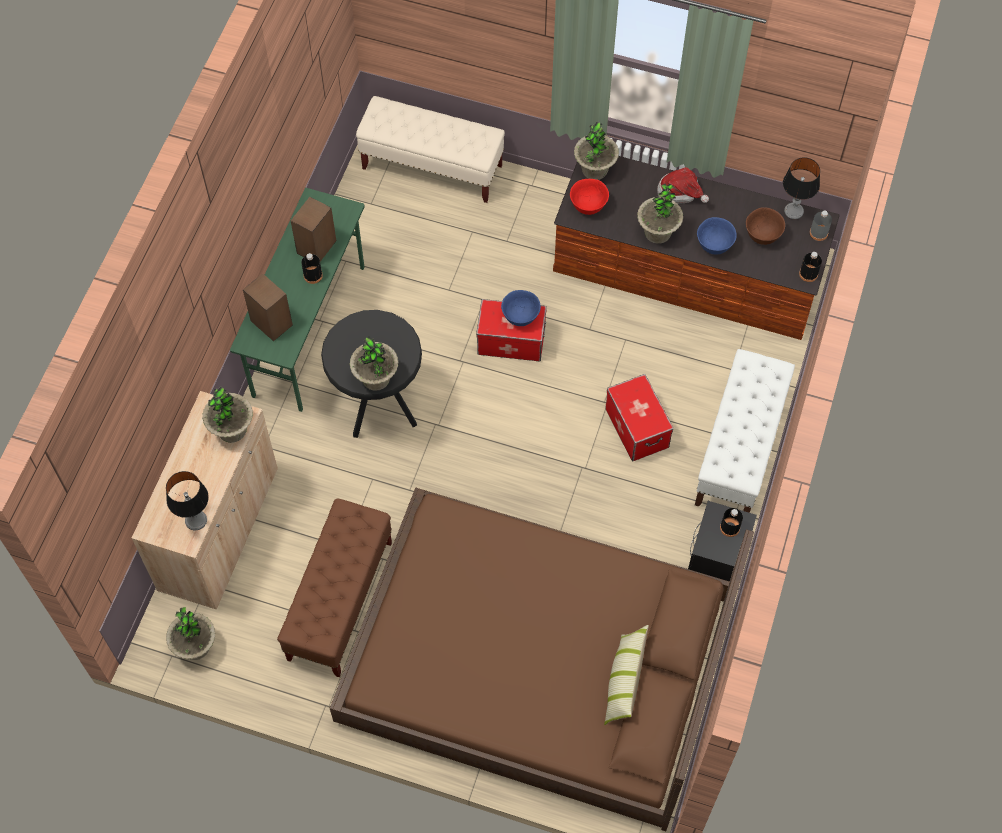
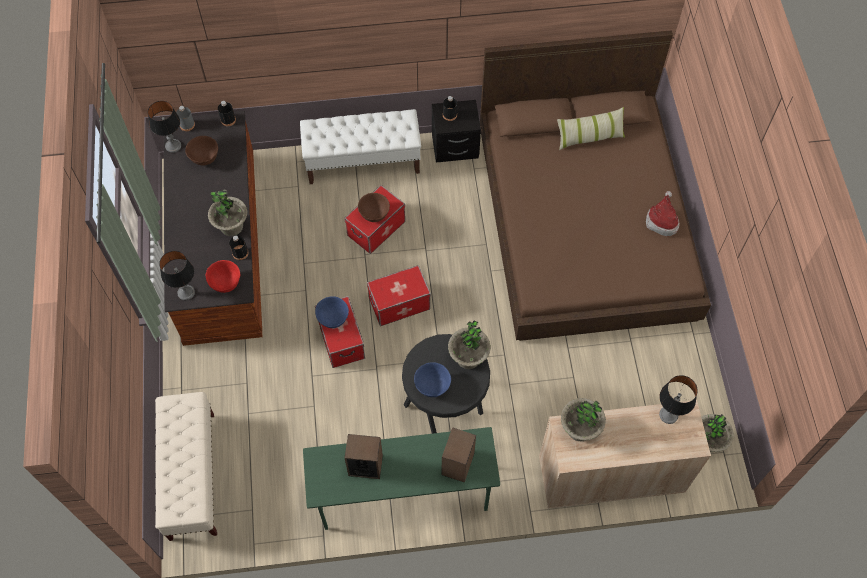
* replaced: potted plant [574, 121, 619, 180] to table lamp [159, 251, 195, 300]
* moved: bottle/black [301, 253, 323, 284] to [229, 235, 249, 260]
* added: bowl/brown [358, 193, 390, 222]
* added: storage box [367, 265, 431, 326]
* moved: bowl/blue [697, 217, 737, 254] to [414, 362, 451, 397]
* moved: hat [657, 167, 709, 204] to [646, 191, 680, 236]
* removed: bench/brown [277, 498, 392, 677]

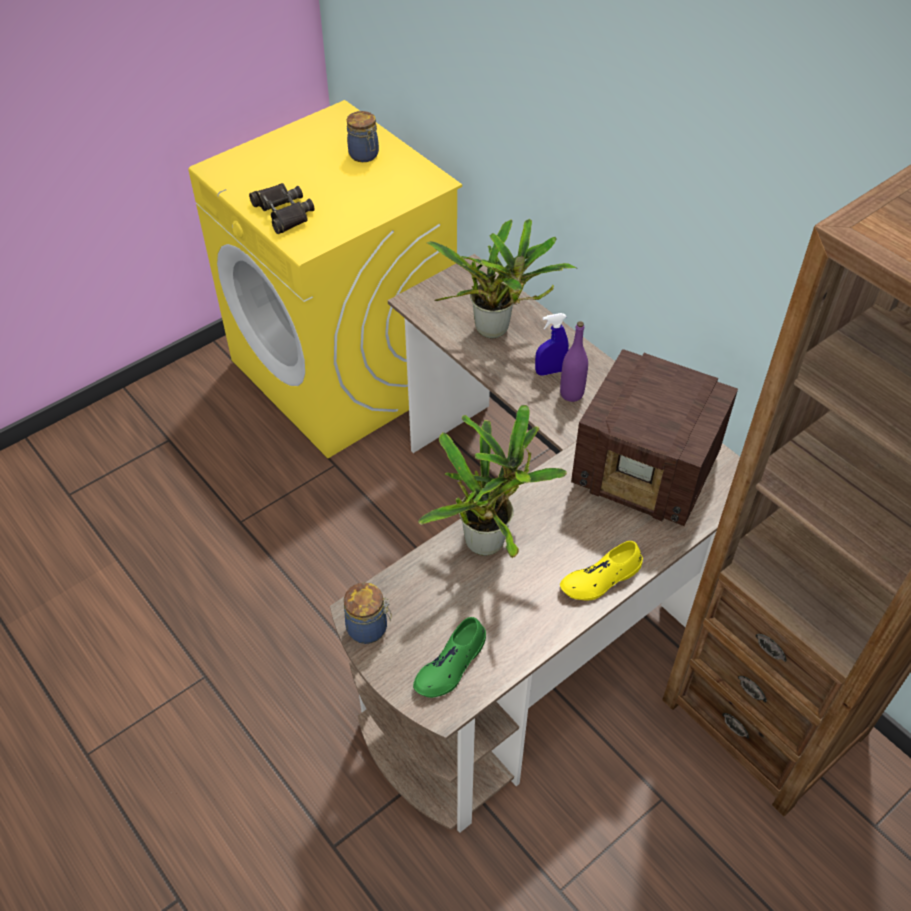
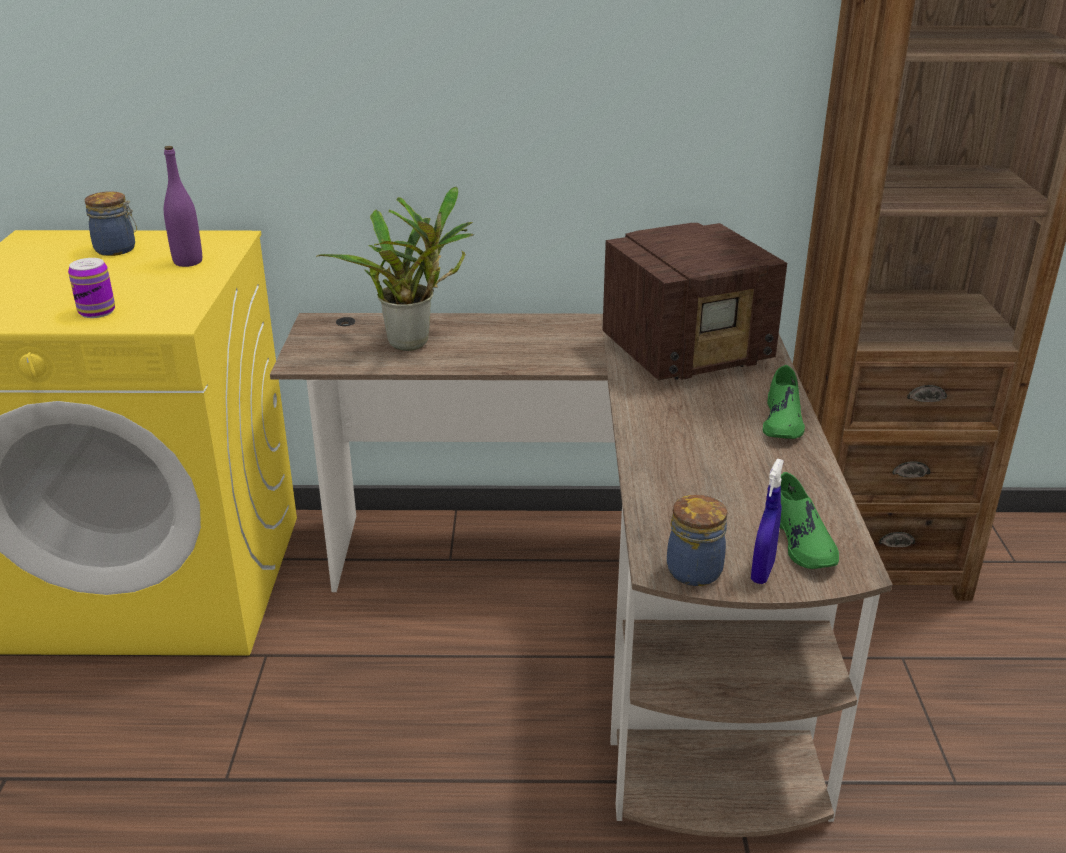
* replaced: binoculars/black [249, 183, 315, 234] to can [68, 258, 115, 318]
* moved: bottle/purple [560, 321, 588, 402] to [164, 146, 202, 267]
* moved: spray bottle/blue [535, 313, 569, 376] to [751, 459, 784, 584]
* recoloured: shoe/yellow [560, 541, 643, 600] to shoe/green [763, 365, 805, 439]
* removed: potted plant [418, 405, 567, 558]

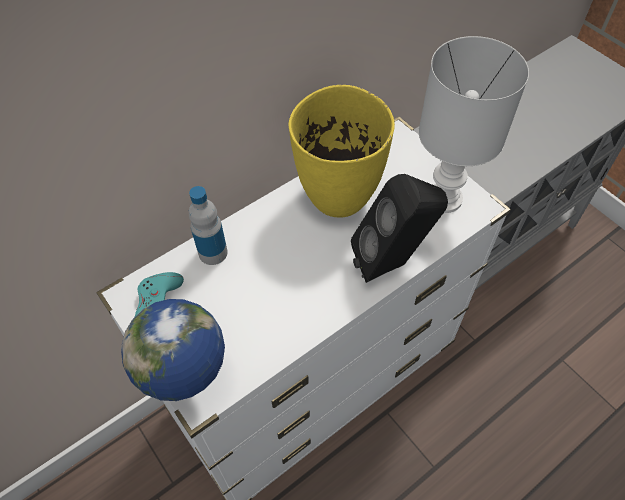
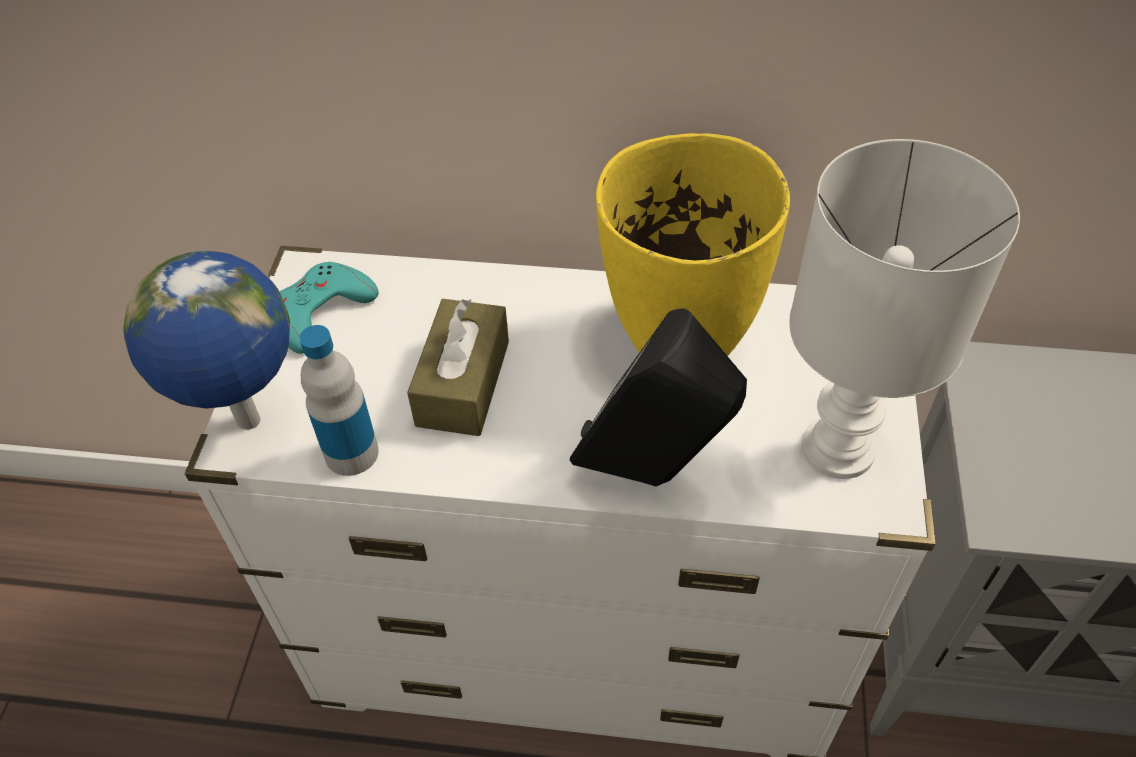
* moved: bottle [189, 186, 228, 265] to [299, 325, 379, 476]
* added: tissue box/brown [407, 299, 509, 436]

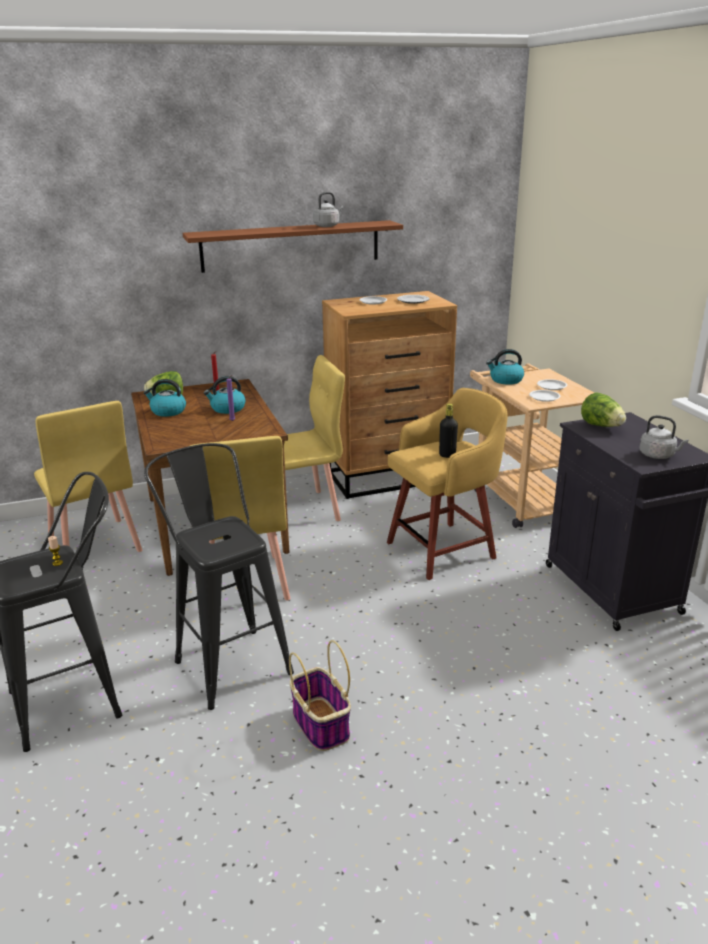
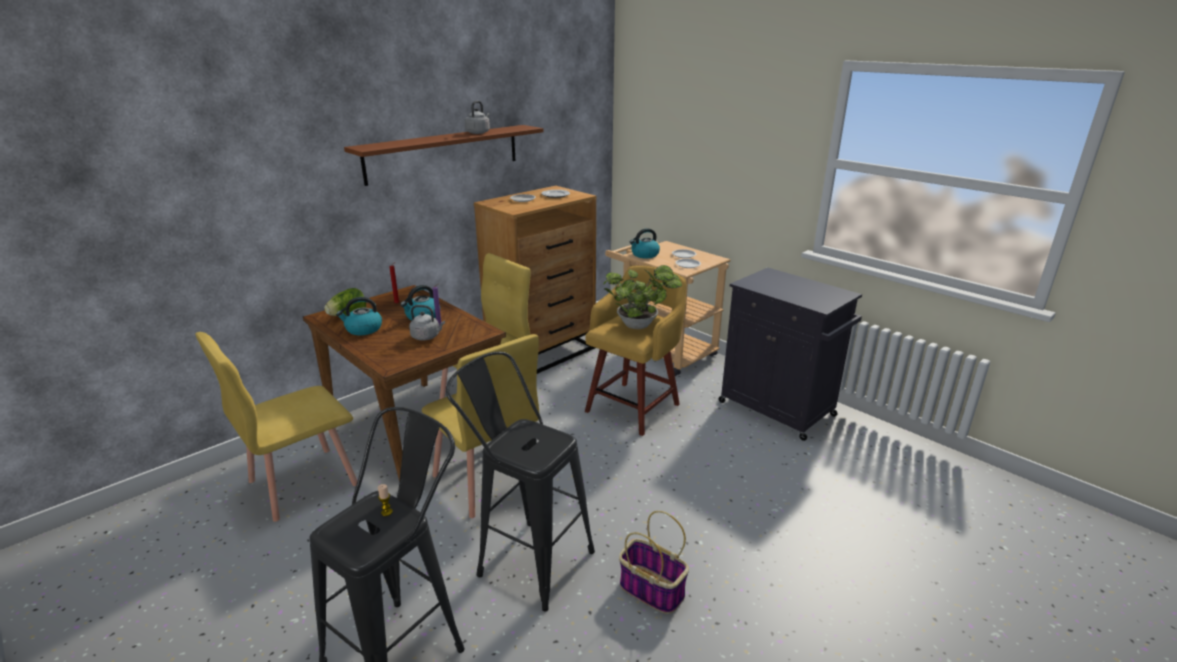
* turned: chair/yellow [34, 401, 142, 552] = [195, 332, 357, 522] 105 degrees clockwise
* moved: kettle/grey [639, 415, 689, 459] to [409, 305, 445, 340]
* replaced: bottle/black [439, 404, 458, 458] to potted plant [603, 265, 682, 329]
* removed: lettuce [581, 392, 626, 427]

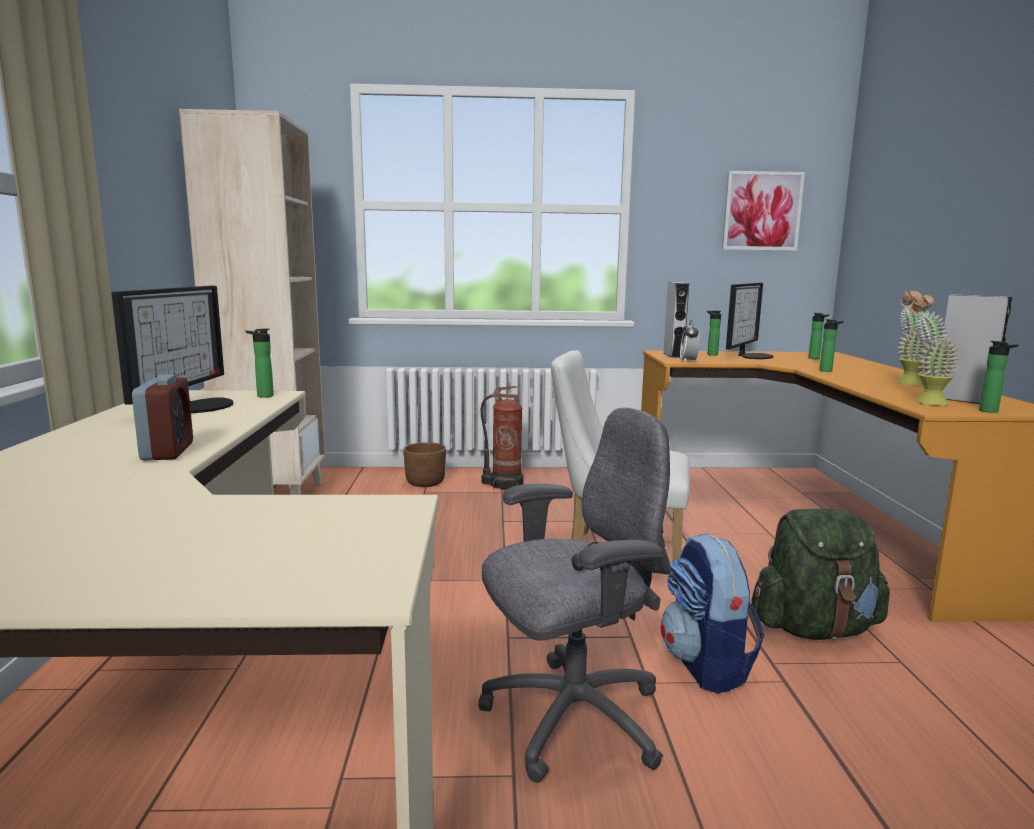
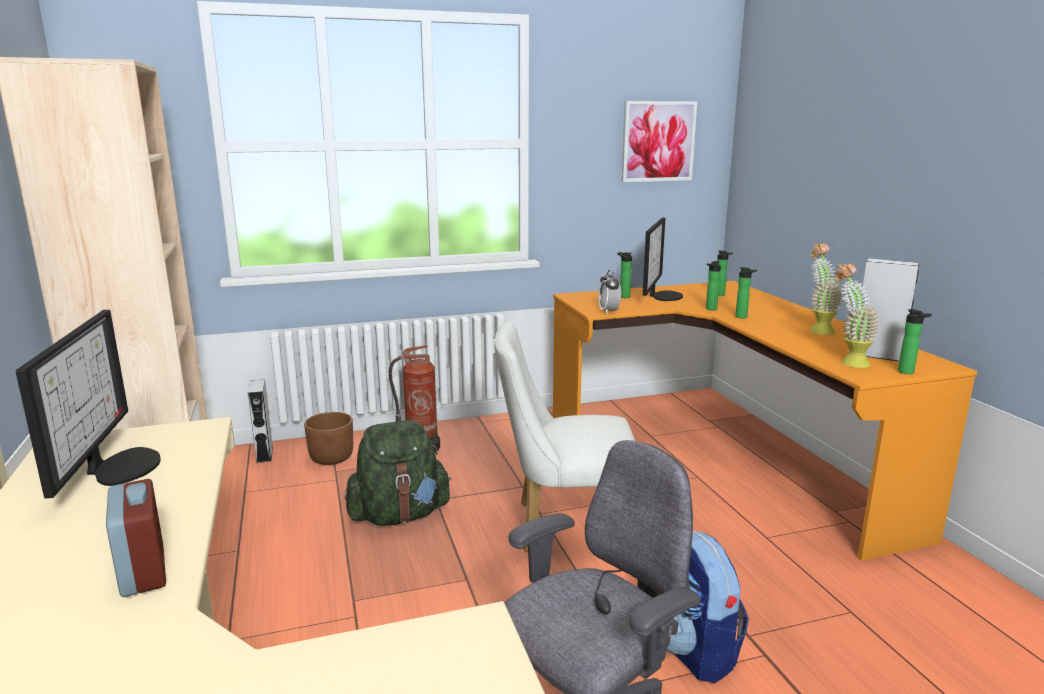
* moved: speaker/grey [663, 282, 689, 358] to [248, 379, 273, 463]
* moved: backpack/green [751, 509, 890, 640] to [345, 420, 451, 526]
* moved: bottle [245, 329, 274, 398] to [706, 261, 721, 310]

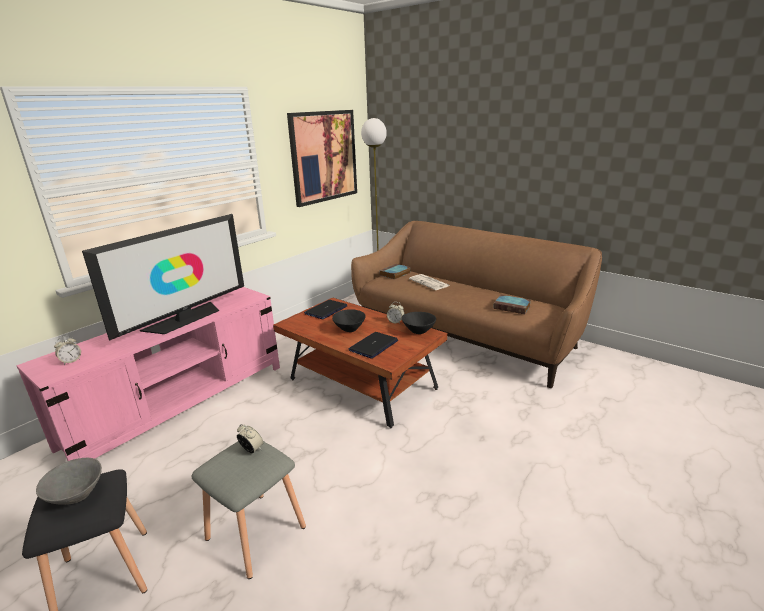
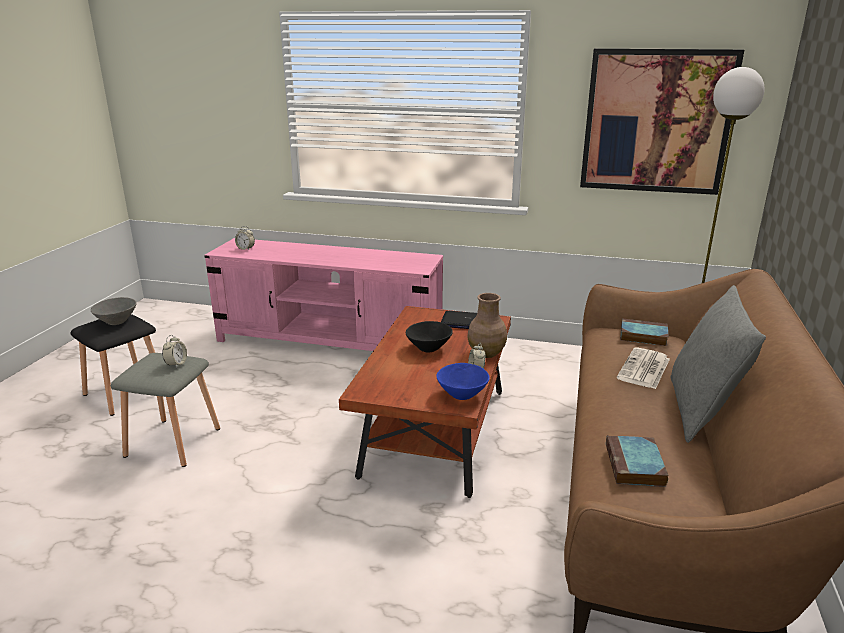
* recoloured: bowl/black [402, 312, 436, 334] to bowl/blue [437, 363, 490, 400]
* added: vase/brown [467, 293, 507, 358]
* added: pillow/grey [670, 285, 766, 443]
* removed: television [82, 214, 244, 340]
* removed: laptop [348, 332, 398, 359]

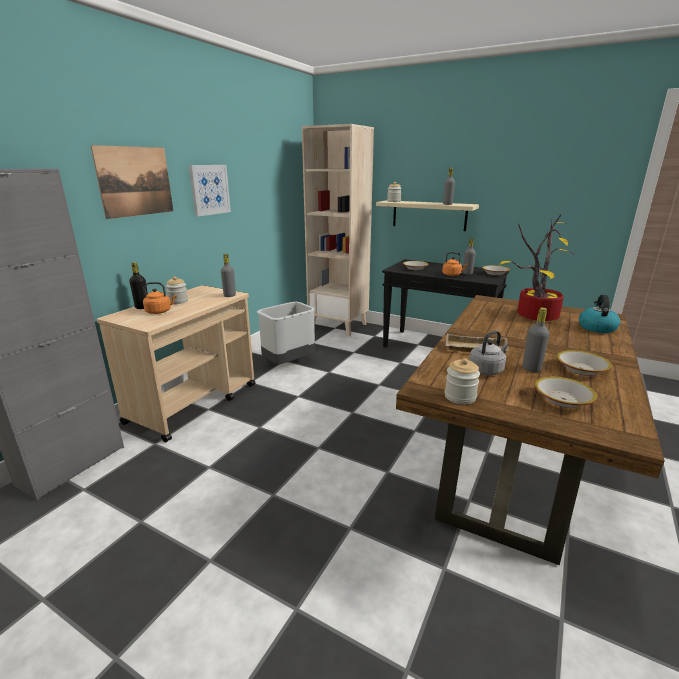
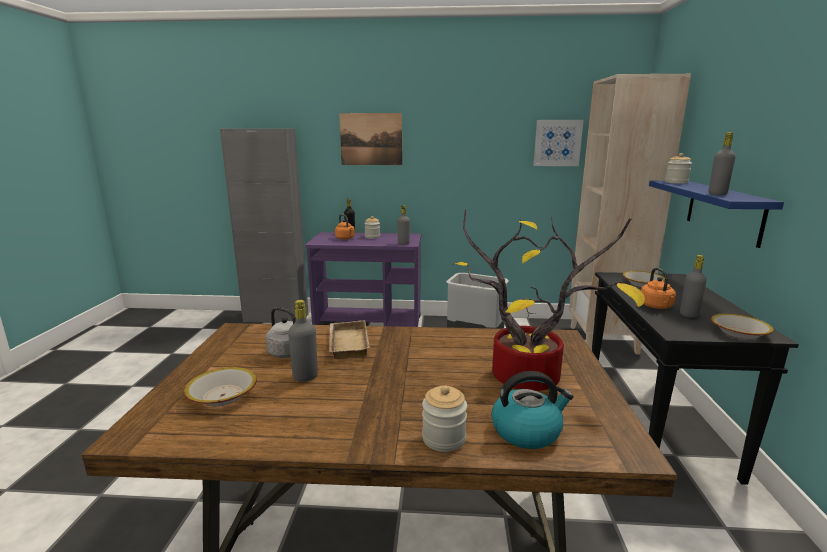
* recoloured: cart/beige [97, 285, 255, 443] to cart/purple [305, 232, 421, 327]
* moved: jar [445, 358, 480, 404] to [422, 385, 467, 452]
* moved: picture [189, 165, 231, 217] to [533, 120, 583, 166]
* recoloured: shelf/beige [376, 200, 479, 231] to shelf/blue [649, 181, 784, 248]
* removed: bowl [556, 350, 612, 376]

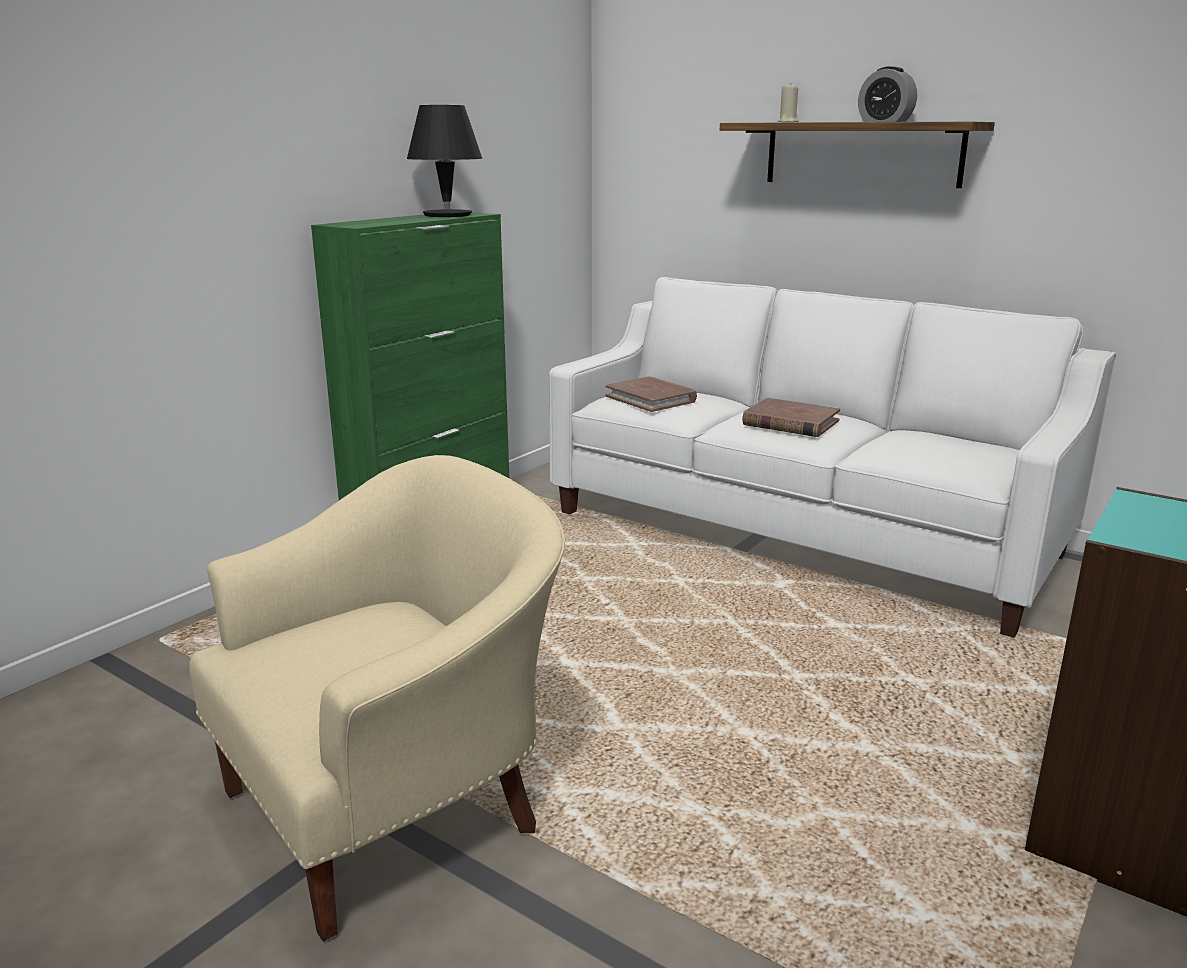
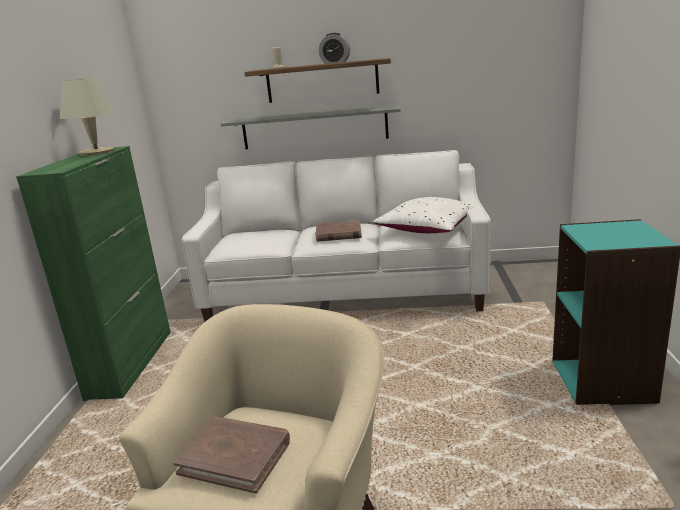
* recoloured: table lamp/black [407, 105, 482, 217] to table lamp/beige [60, 78, 115, 156]
* moved: book/brown [605, 376, 697, 412] to [173, 416, 290, 493]
* added: shelf/grey [220, 105, 400, 149]
* added: pillow/white [373, 197, 477, 233]

